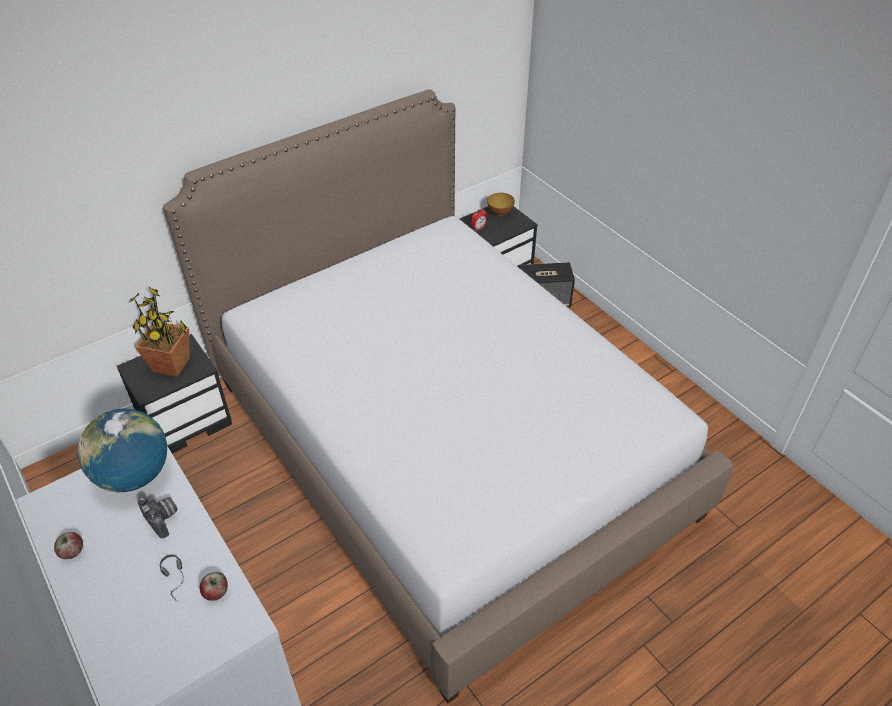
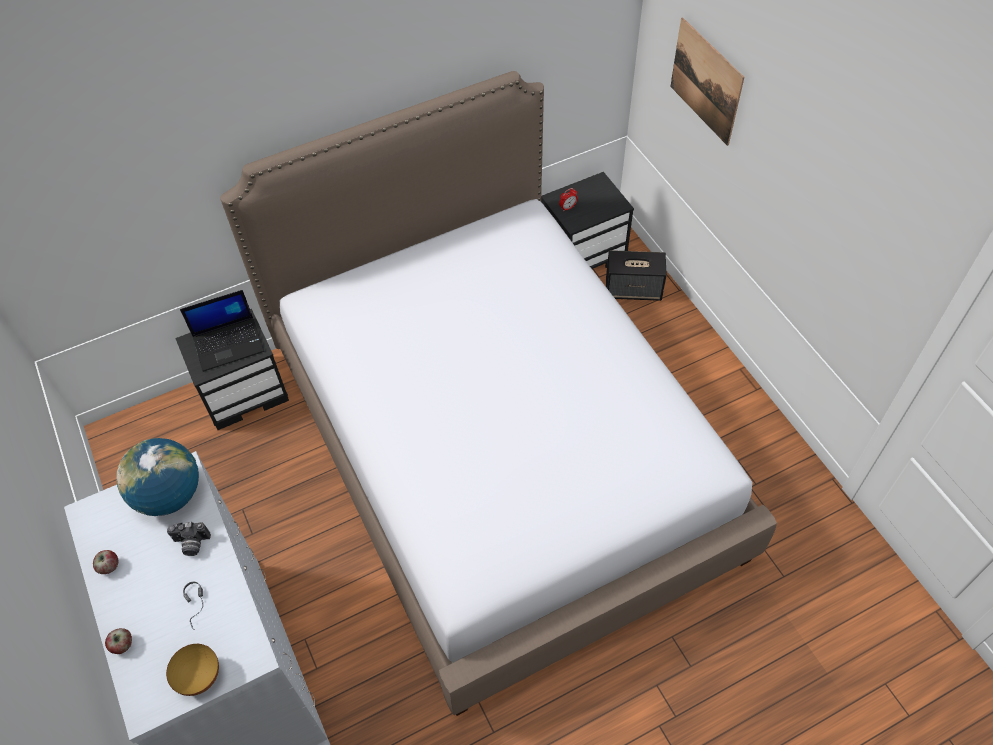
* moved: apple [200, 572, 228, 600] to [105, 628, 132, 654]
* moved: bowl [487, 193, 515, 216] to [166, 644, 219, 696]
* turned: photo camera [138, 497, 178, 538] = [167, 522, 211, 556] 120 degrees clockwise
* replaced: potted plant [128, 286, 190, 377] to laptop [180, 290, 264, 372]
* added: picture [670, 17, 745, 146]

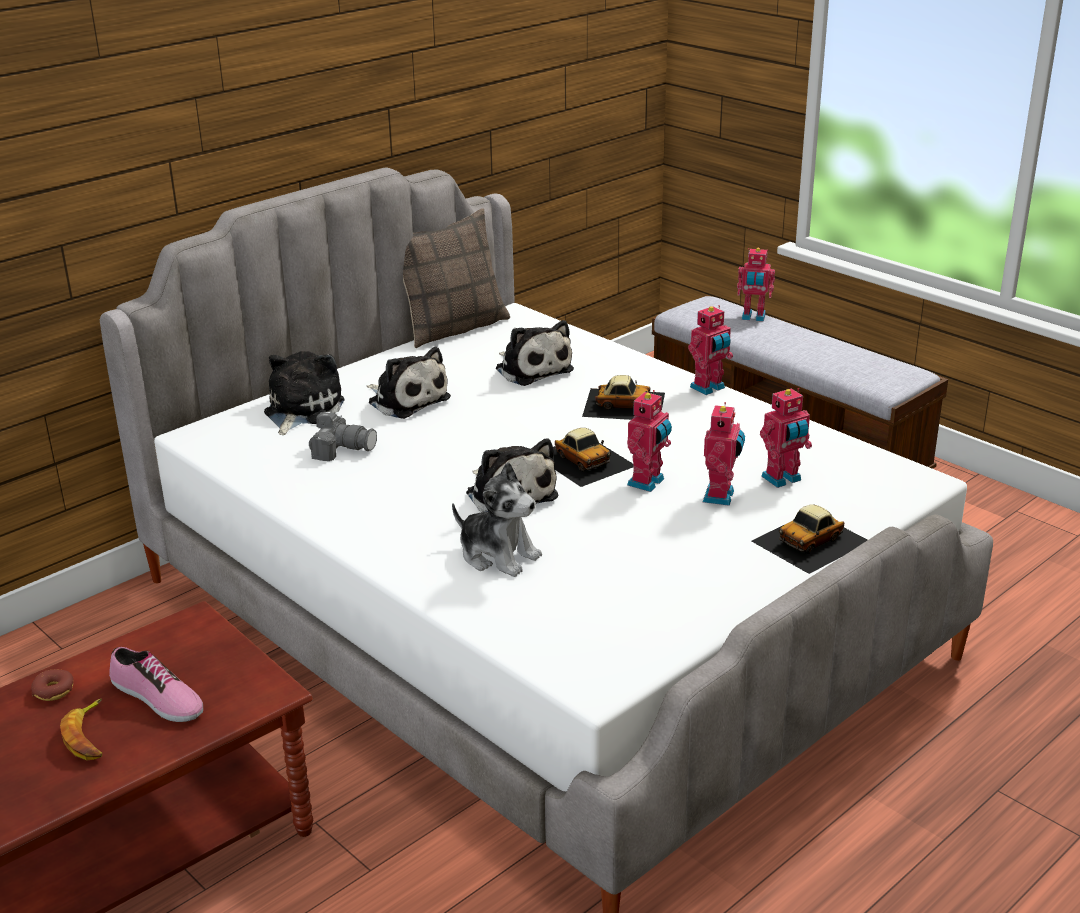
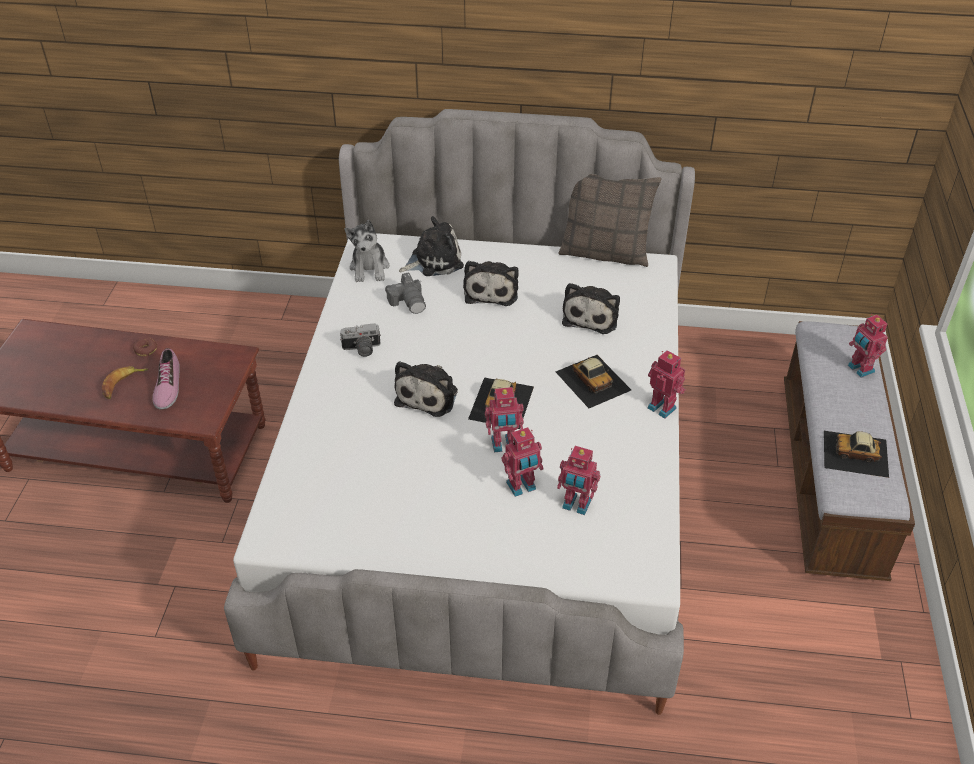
* added: photo camera [340, 323, 381, 357]
* moved: plush toy [452, 462, 542, 577] to [344, 220, 390, 282]
* turned: toy robot [688, 305, 733, 395] = [647, 350, 686, 419] 150 degrees counterclockwise
* moved: toy car [752, 505, 867, 574] to [824, 431, 889, 478]

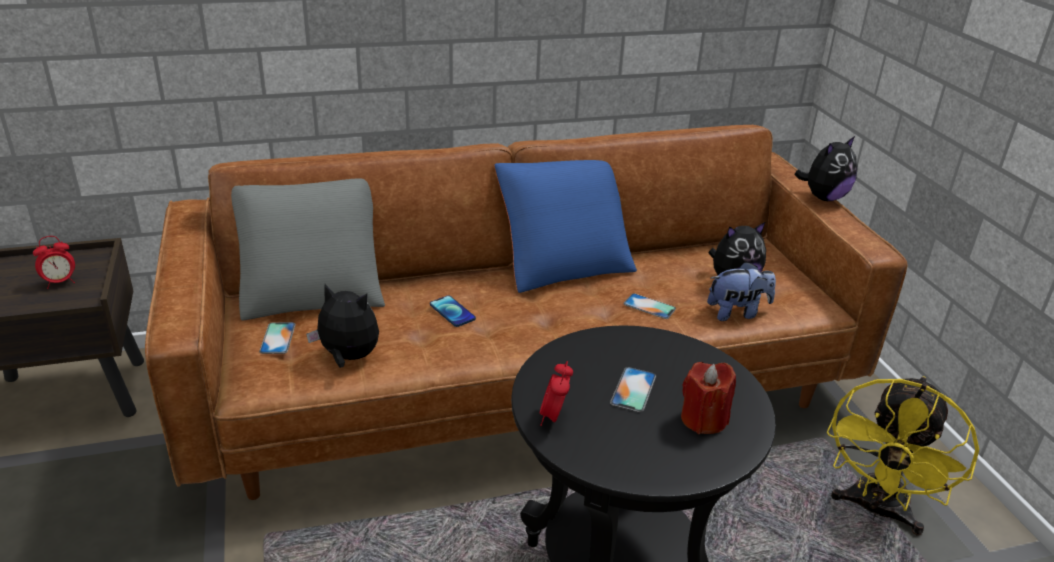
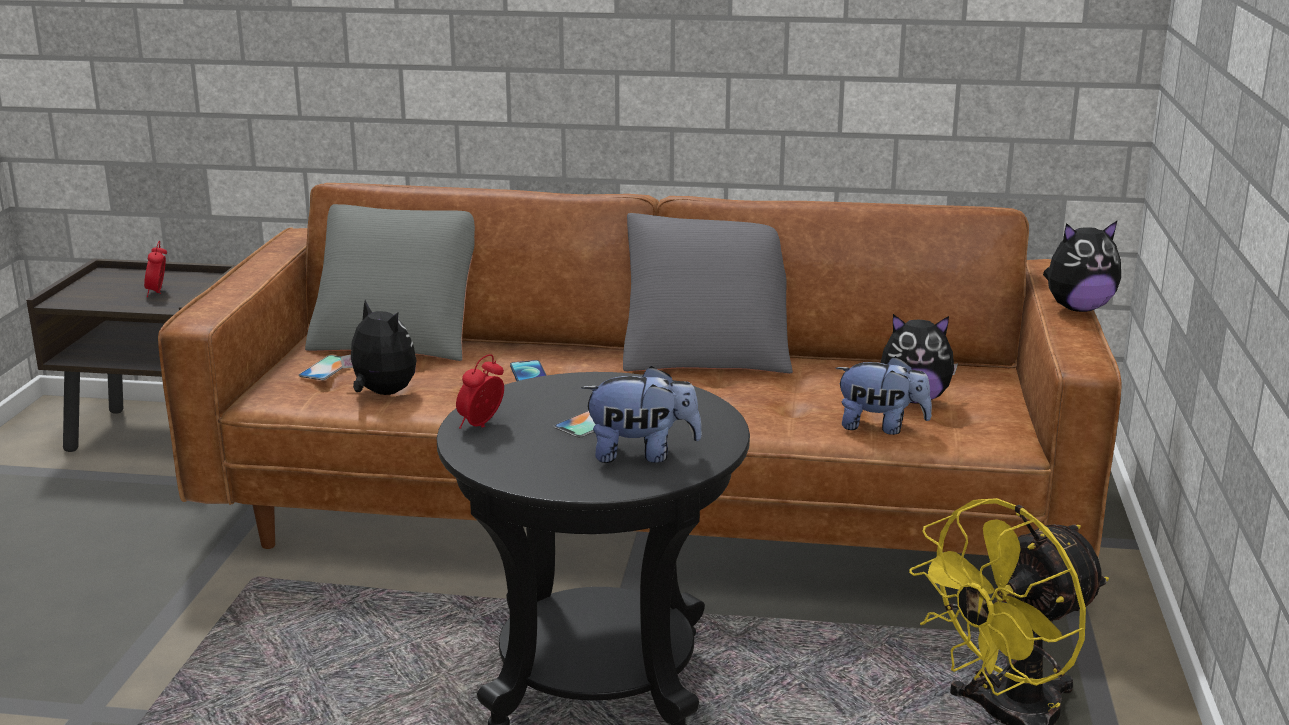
* turned: alarm clock [33, 236, 75, 289] = [144, 241, 167, 297] 90 degrees clockwise
* replaced: candle/red [681, 362, 736, 434] to plush toy [581, 366, 702, 463]
* recoloured: pillow/blue [494, 160, 637, 293] to pillow/grey [623, 213, 793, 374]
* removed: phone [623, 293, 676, 319]

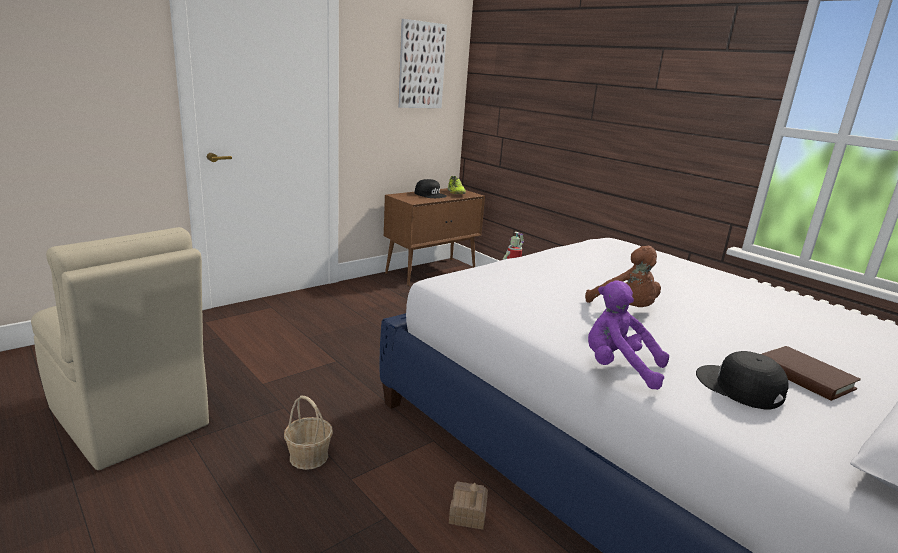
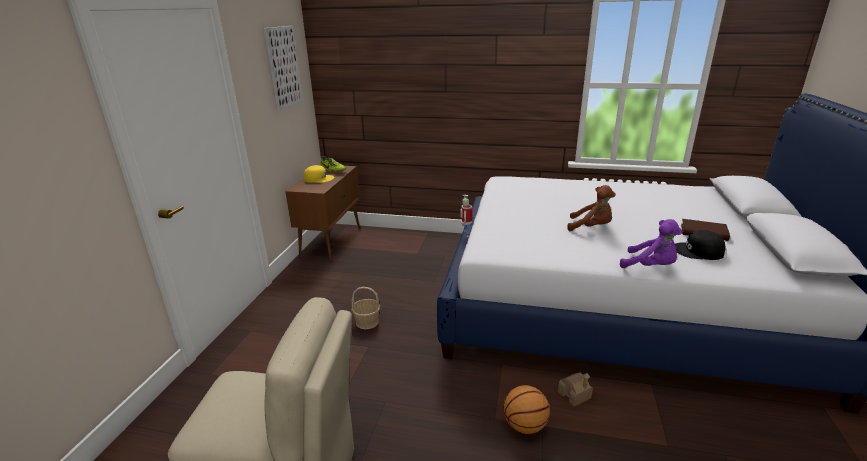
* recoloured: cap/black [415, 179, 447, 198] to cap/yellow [304, 165, 334, 183]
* moved: basket [284, 396, 333, 470] to [352, 287, 380, 329]
* added: basketball [503, 385, 550, 434]
* turned: plush toy/purple [588, 280, 669, 390] = [620, 219, 682, 268] 135 degrees counterclockwise

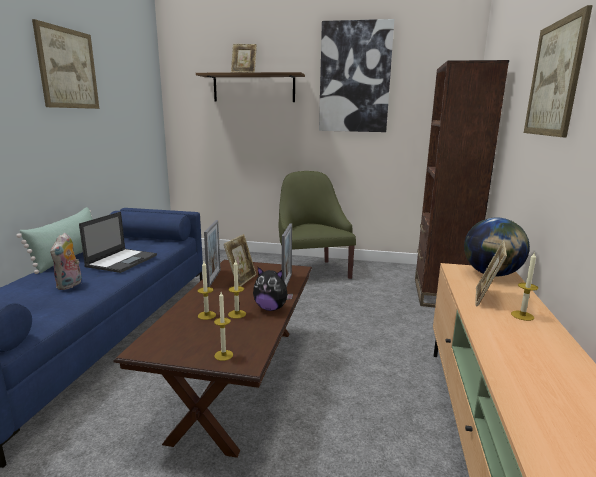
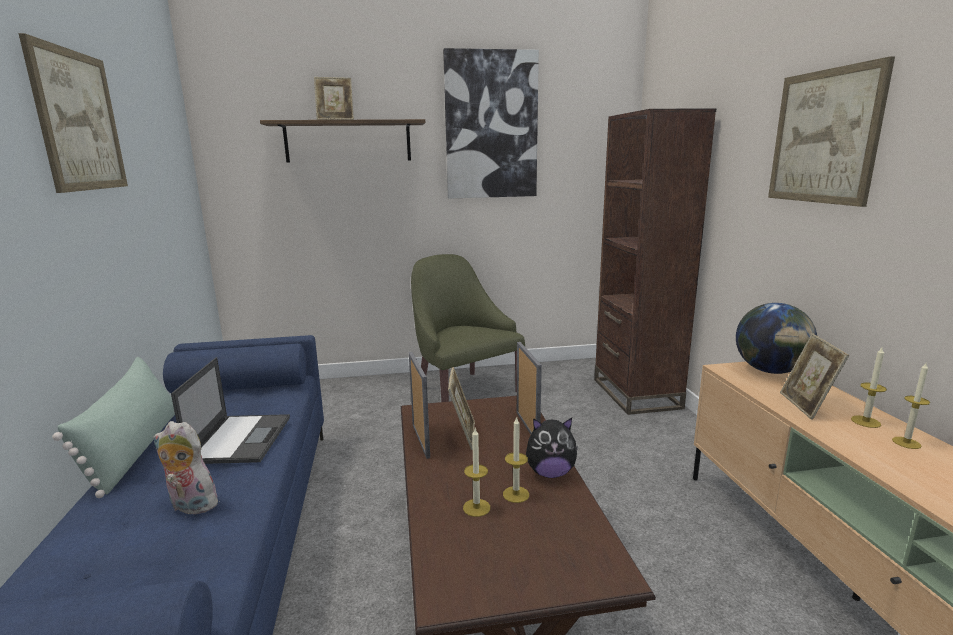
* turned: plush toy [50, 233, 82, 290] = [154, 421, 220, 515] 120 degrees clockwise
* moved: candle [214, 292, 233, 361] to [892, 363, 930, 449]

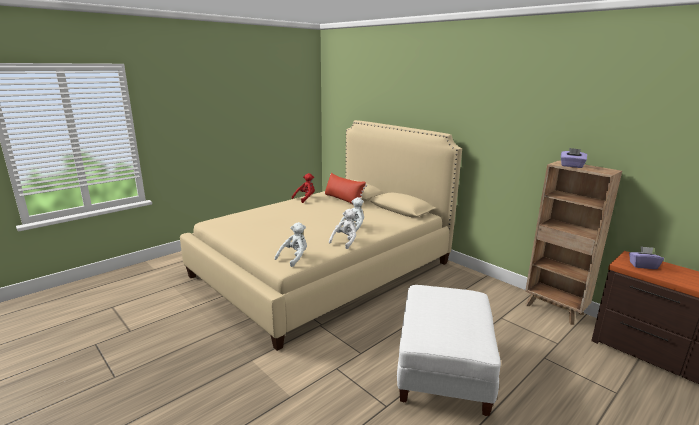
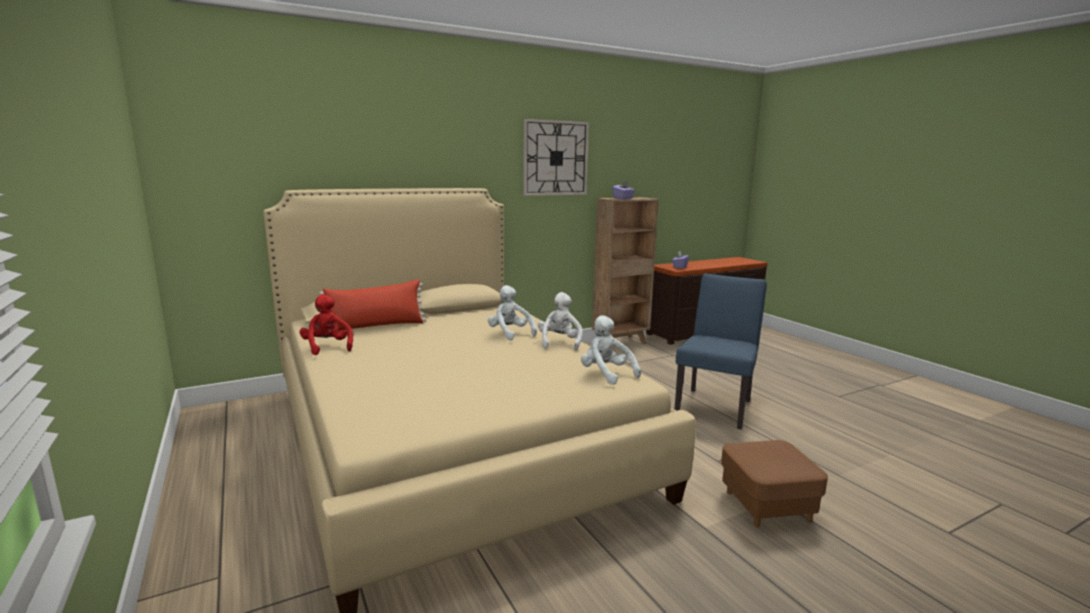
* added: wall clock [523, 119, 589, 196]
* turned: plush toy/white [329, 209, 356, 249] = [538, 292, 583, 351] 45 degrees clockwise
* replaced: ottoman/white [397, 285, 501, 416] to chair/blue [674, 274, 767, 429]
* added: ottoman/brown [721, 440, 828, 527]

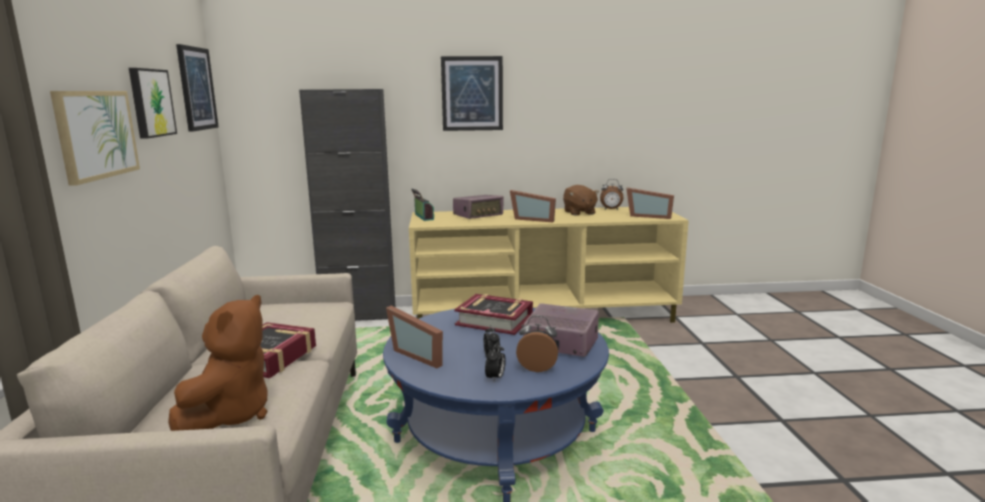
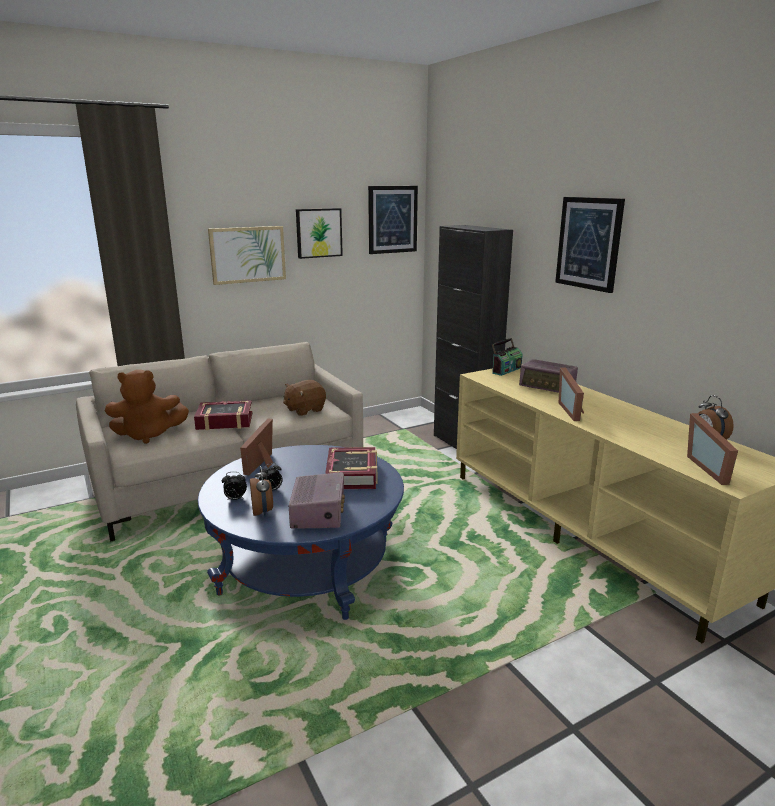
* moved: plush toy/brown [563, 185, 599, 216] to [283, 380, 326, 416]

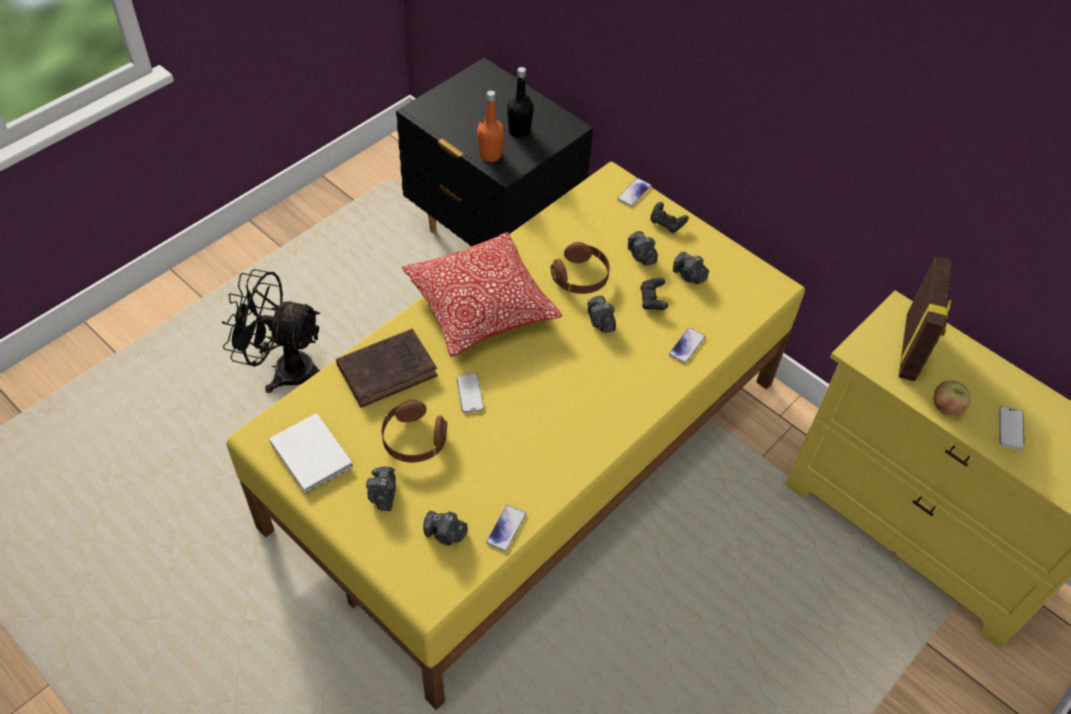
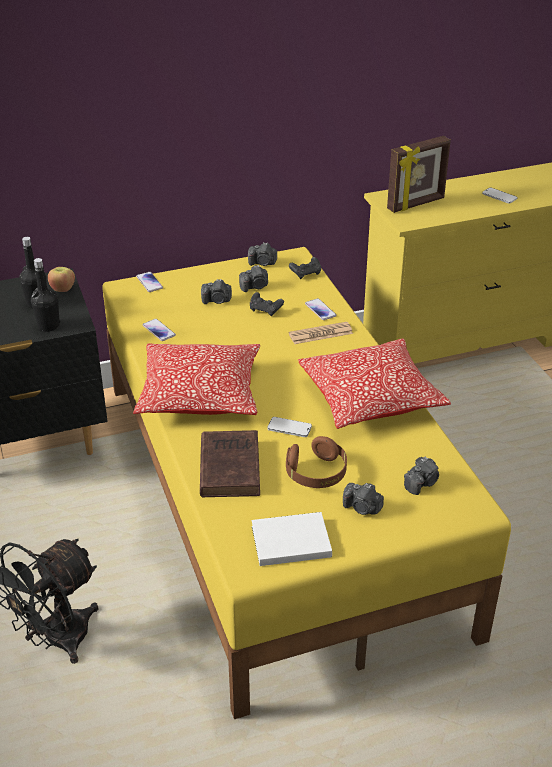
* recoloured: bottle/orange [477, 90, 504, 162] to bottle/black [31, 258, 60, 332]
* moved: apple [934, 381, 971, 415] to [48, 267, 75, 292]
* moved: phone [486, 505, 526, 552] to [142, 319, 176, 341]
* moved: photo camera [587, 296, 616, 333] to [248, 242, 277, 266]
* moved: game controller/black [651, 202, 689, 233] to [289, 257, 321, 279]
* added: newspaper [289, 322, 353, 344]
* added: pillow [298, 338, 451, 429]
* turned: picture frame [899, 256, 952, 382] = [387, 136, 451, 213] 105 degrees clockwise
* removed: headphones/brown [551, 242, 610, 294]

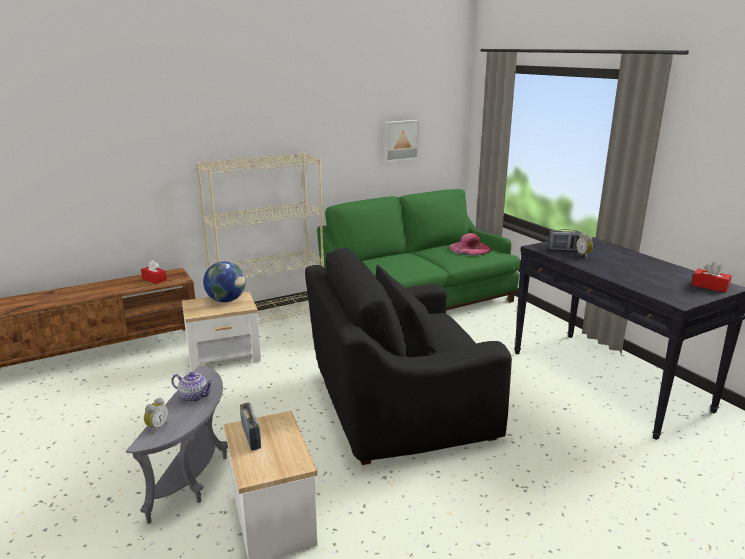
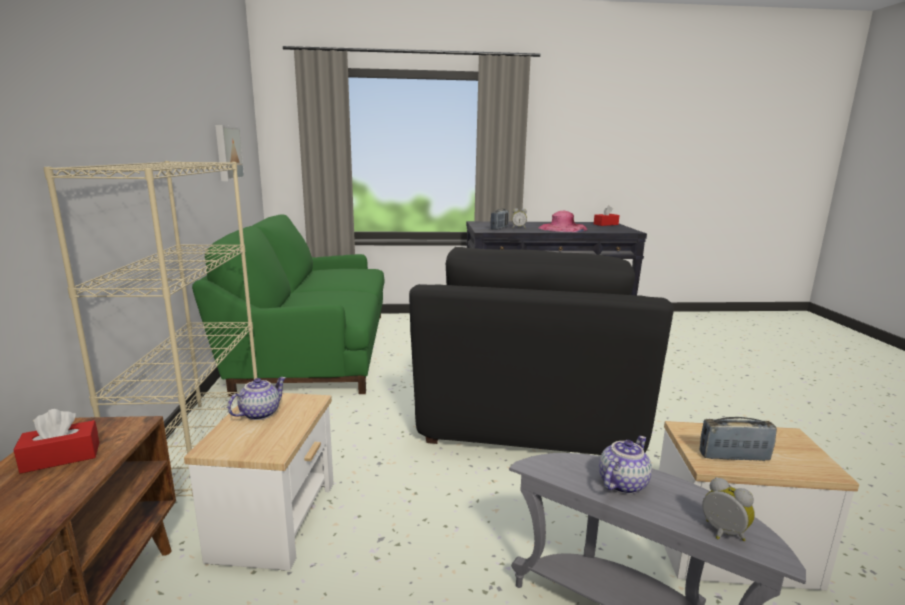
* replaced: globe [203, 261, 246, 302] to teapot [228, 377, 286, 420]
* moved: hat/pink [449, 233, 492, 255] to [538, 211, 588, 232]

